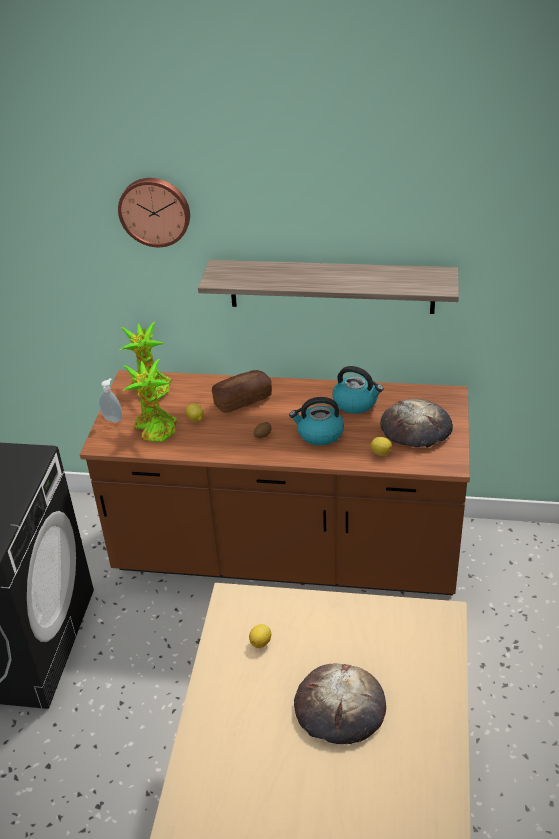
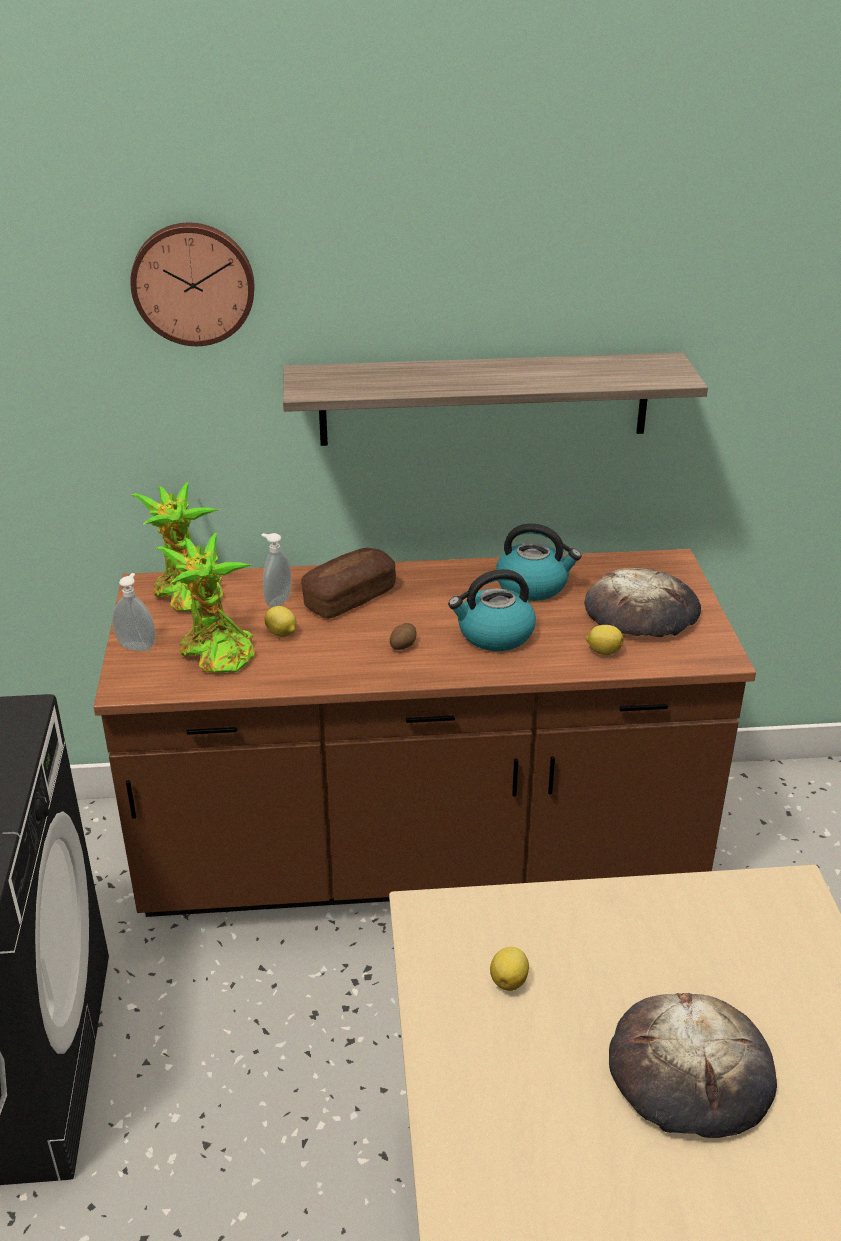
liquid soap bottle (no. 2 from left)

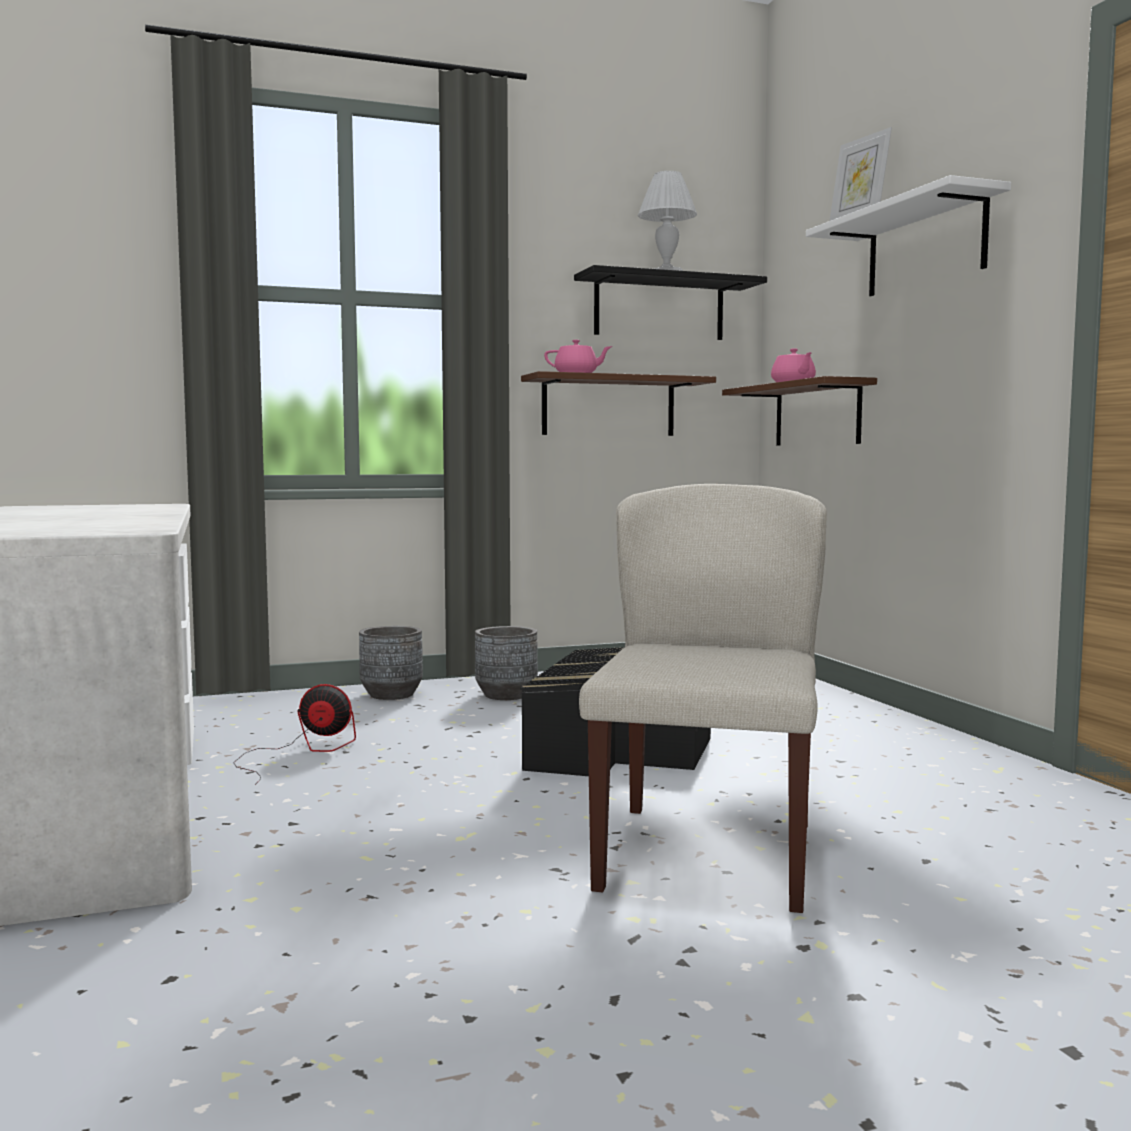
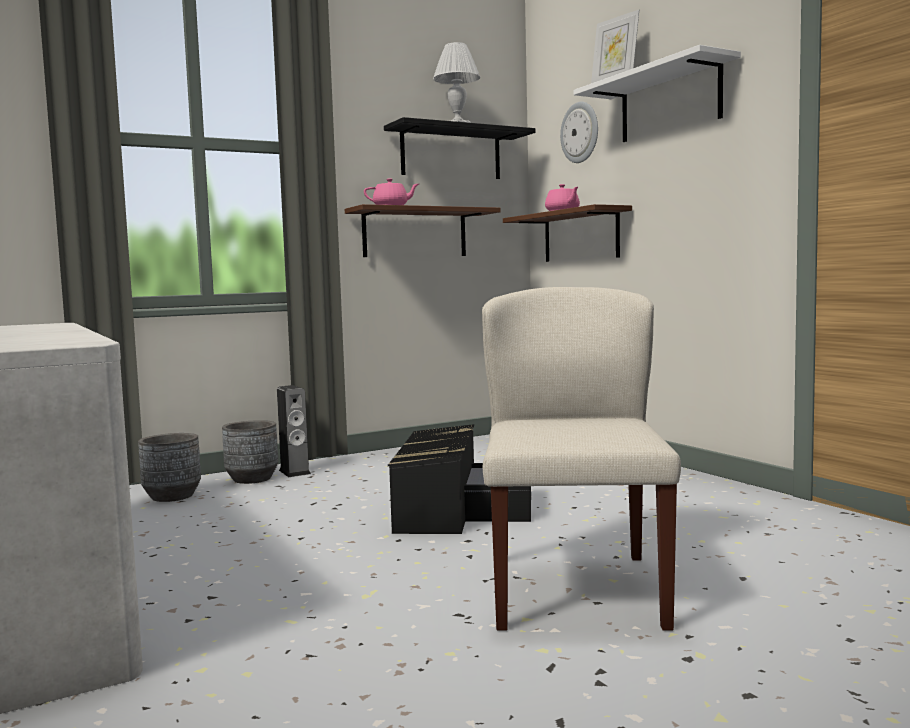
grey flower pot (no. 1 from left)
loudspeaker
clock on the wall
electric fan

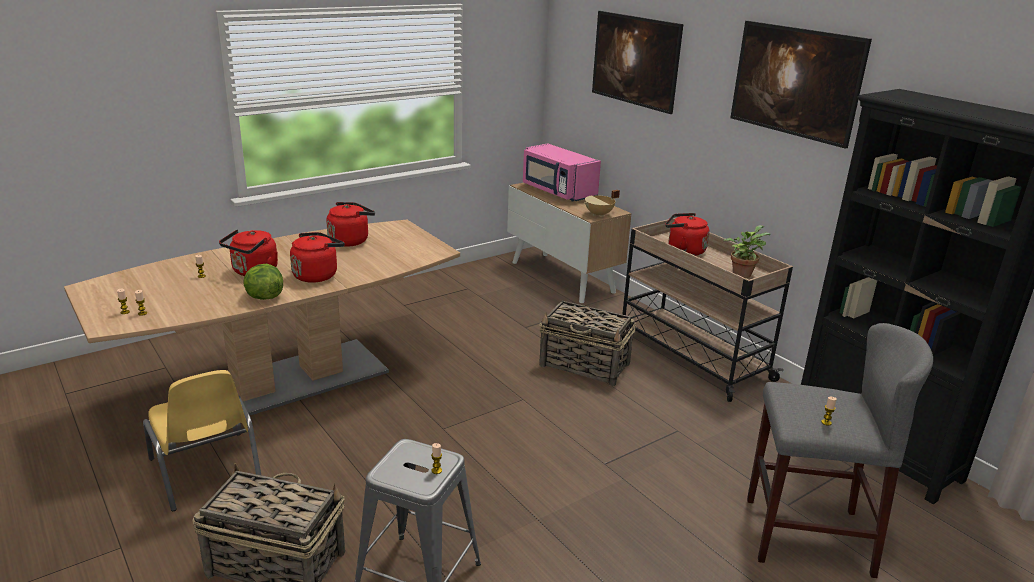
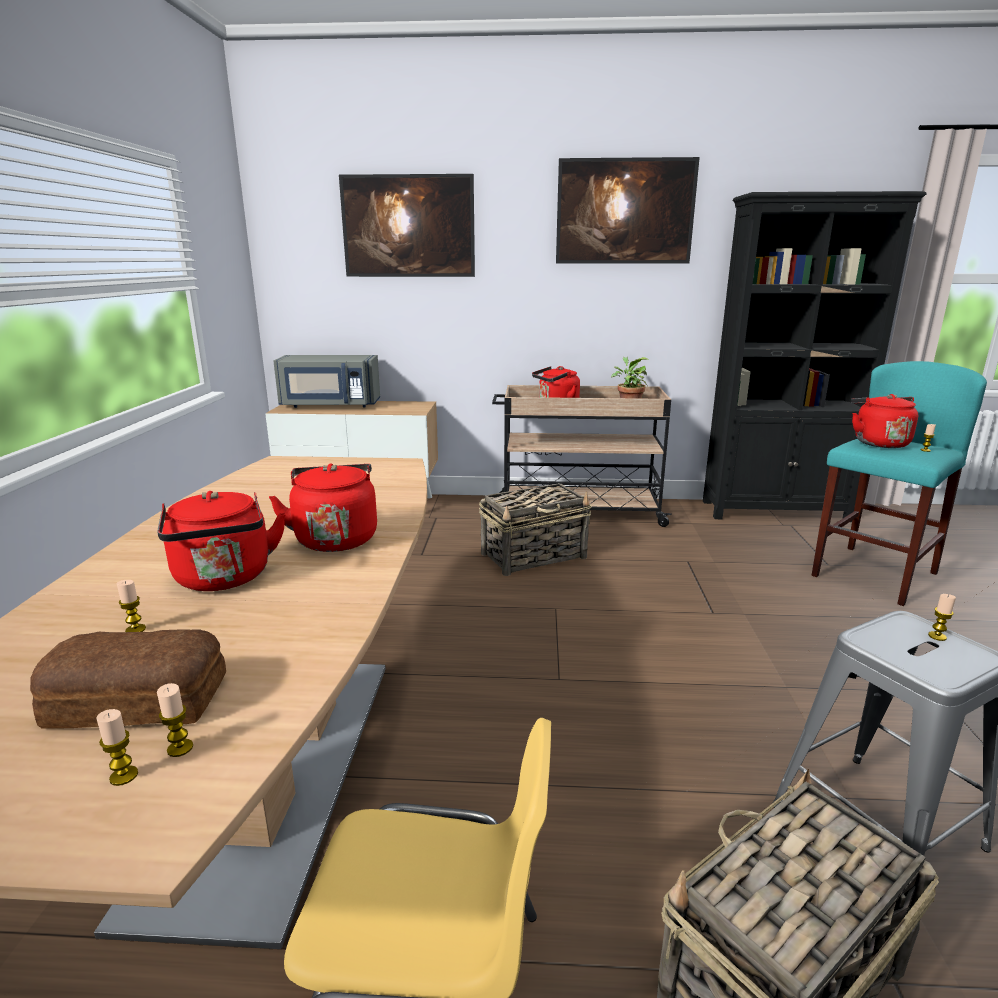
bread
grey microwave
turquoise stool seat
red-coloured kettle (no. 4 from left)
lettuce
sand-coloured stockpot

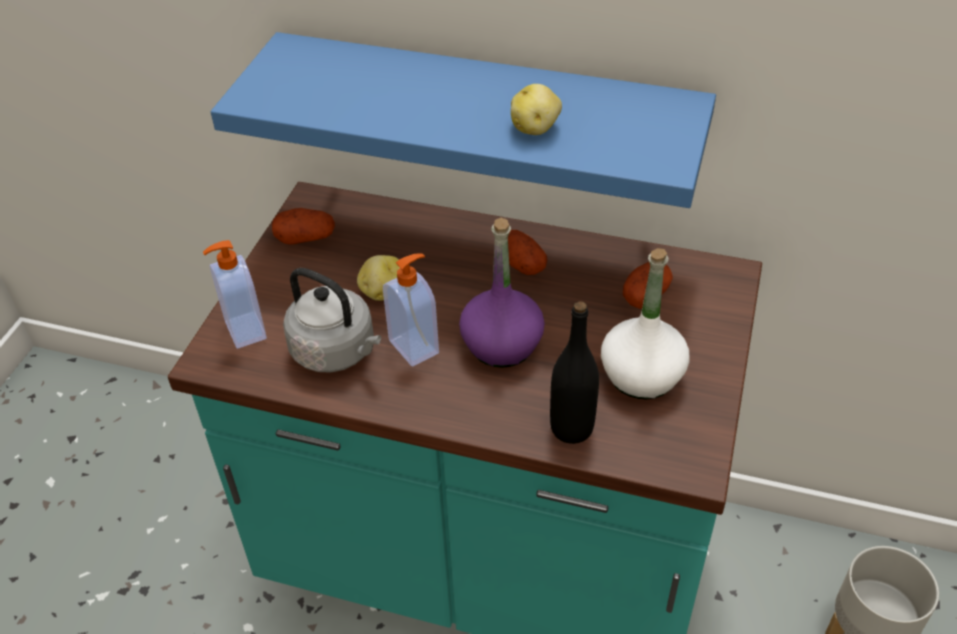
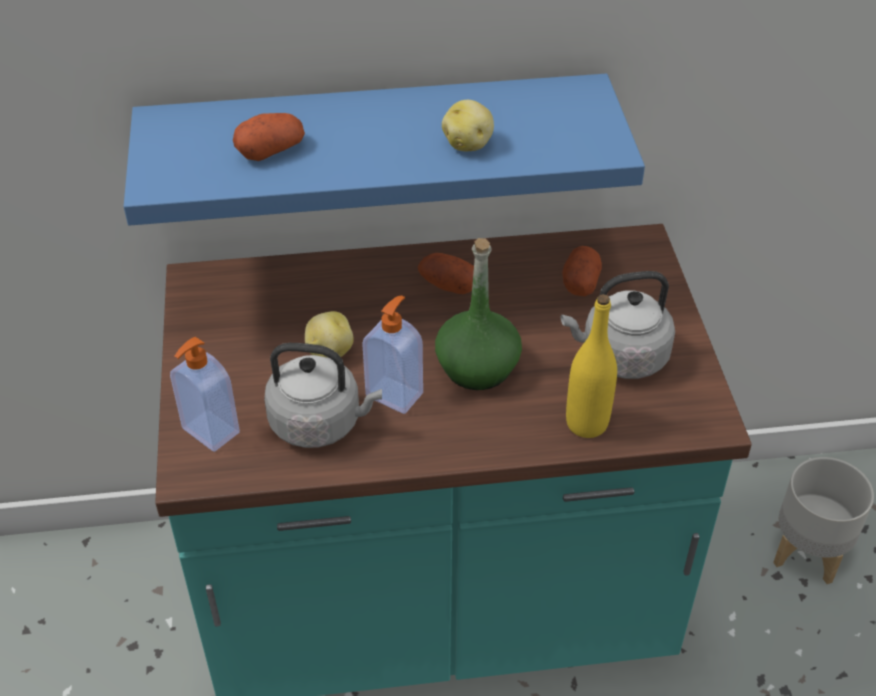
spud (no. 1 from left)
green drink bottle
grey kettle (no. 2 from left)
yellow drink bottle

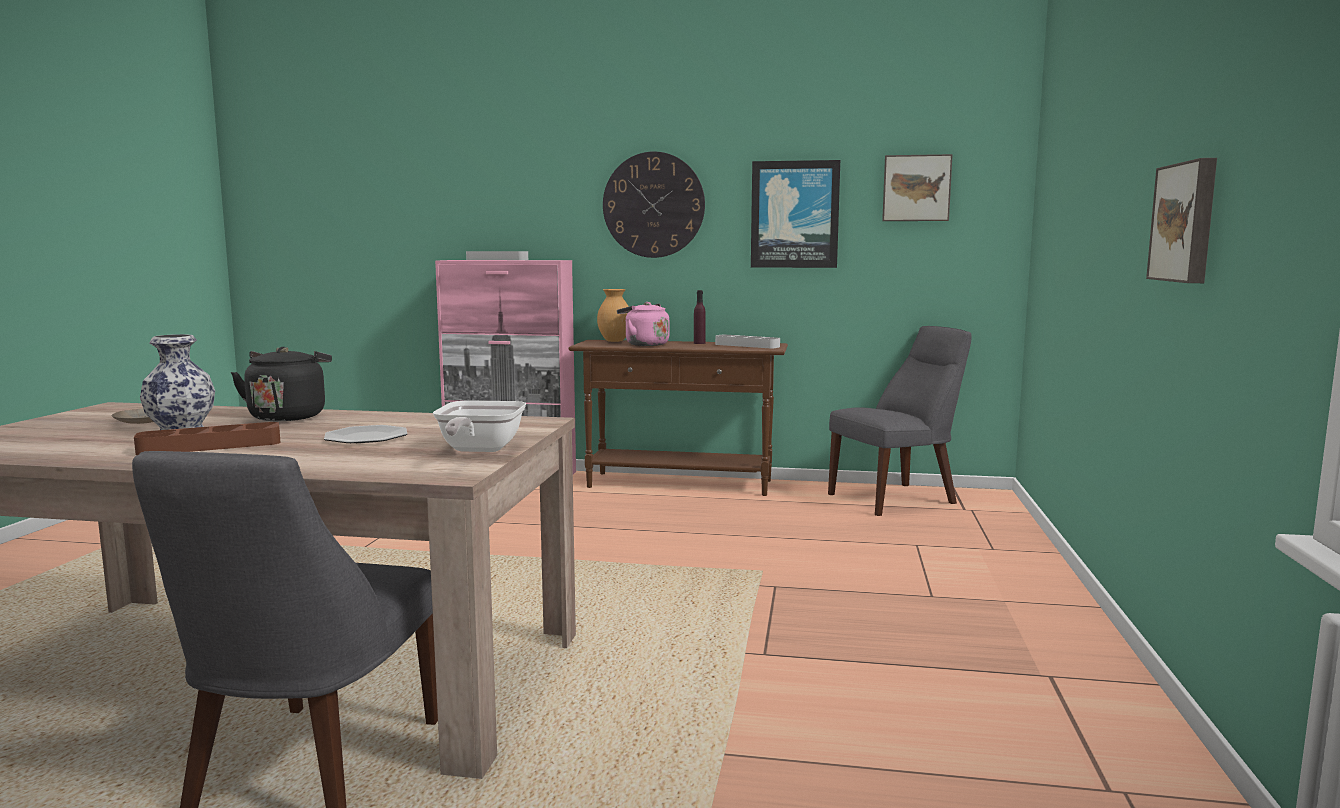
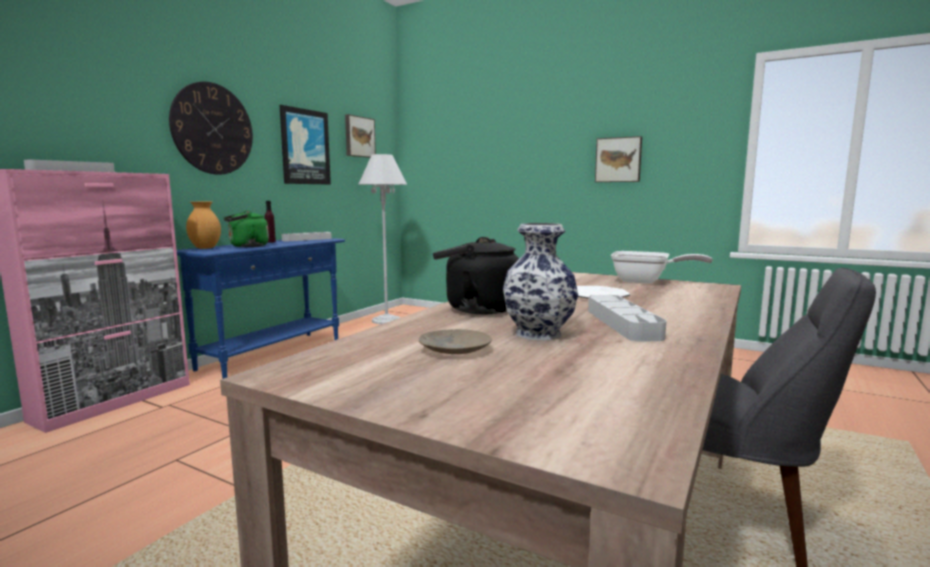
bluish narrow table
green kettle
white floor lamp
grey serving tray (no. 3 from left)

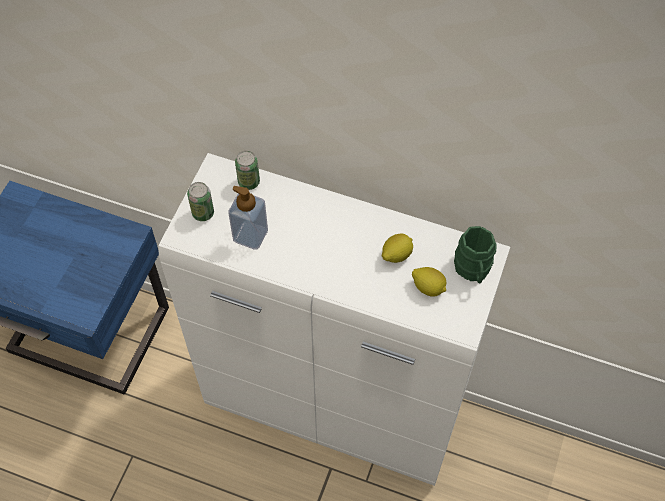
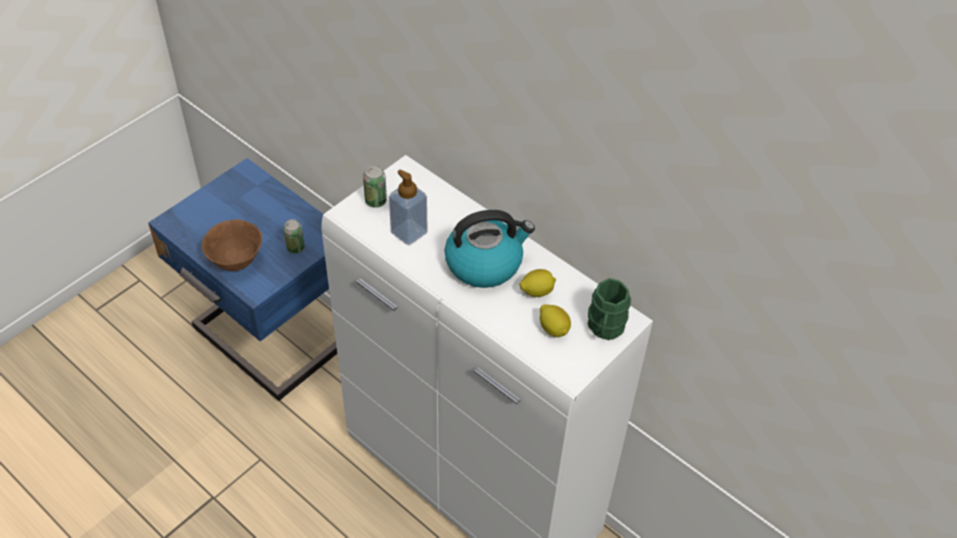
brown-coloured deep dish
sealed can (no. 1 from left)
kettle

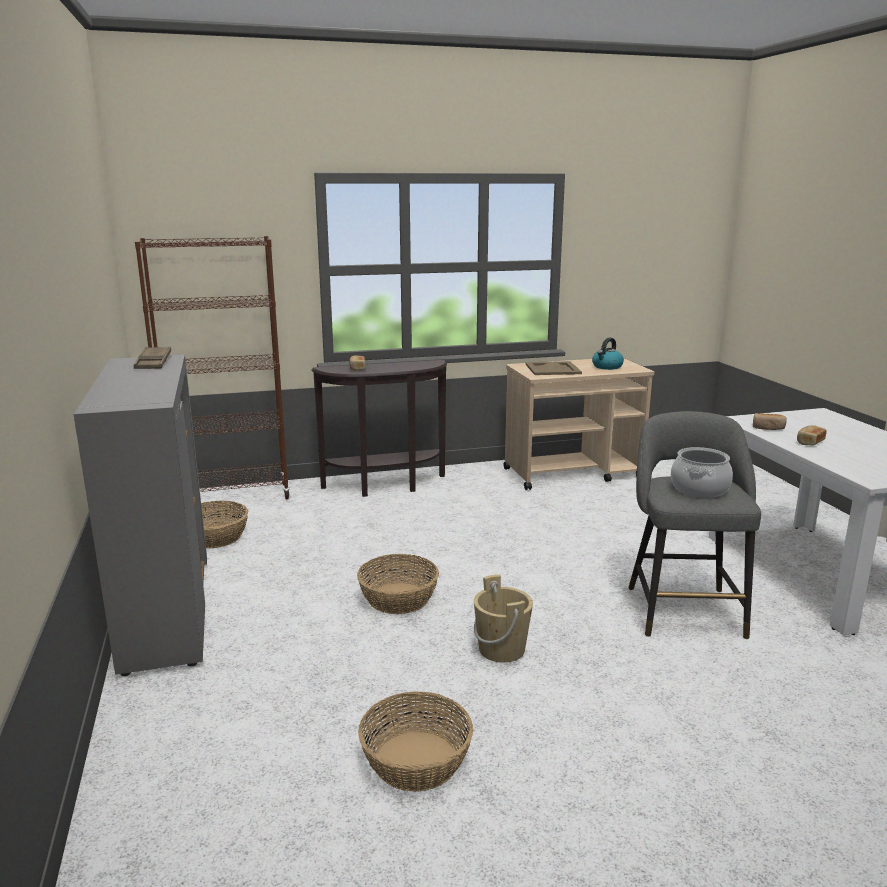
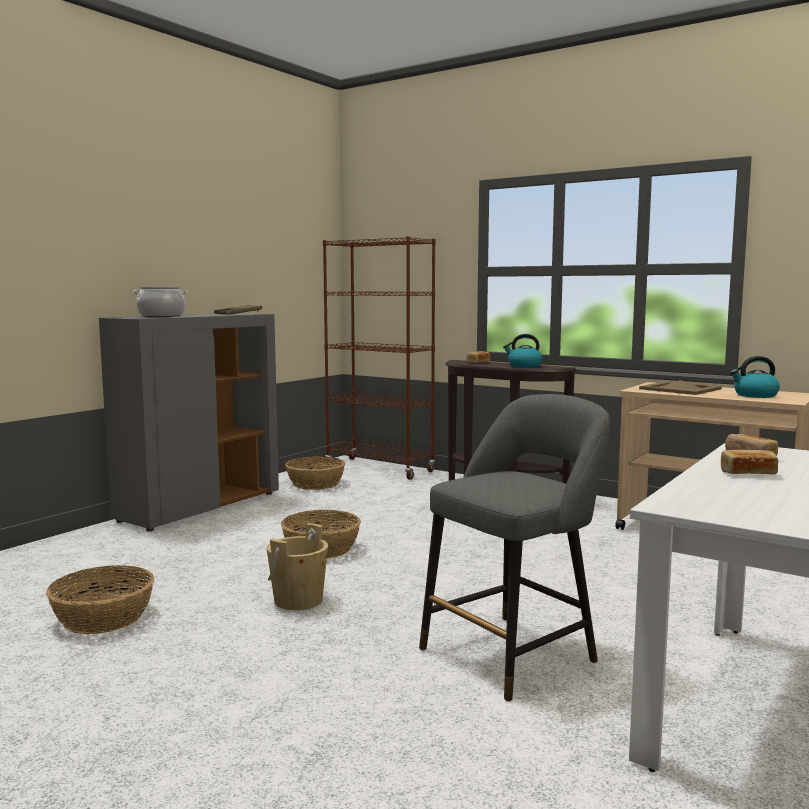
stockpot
kettle (no. 1 from left)

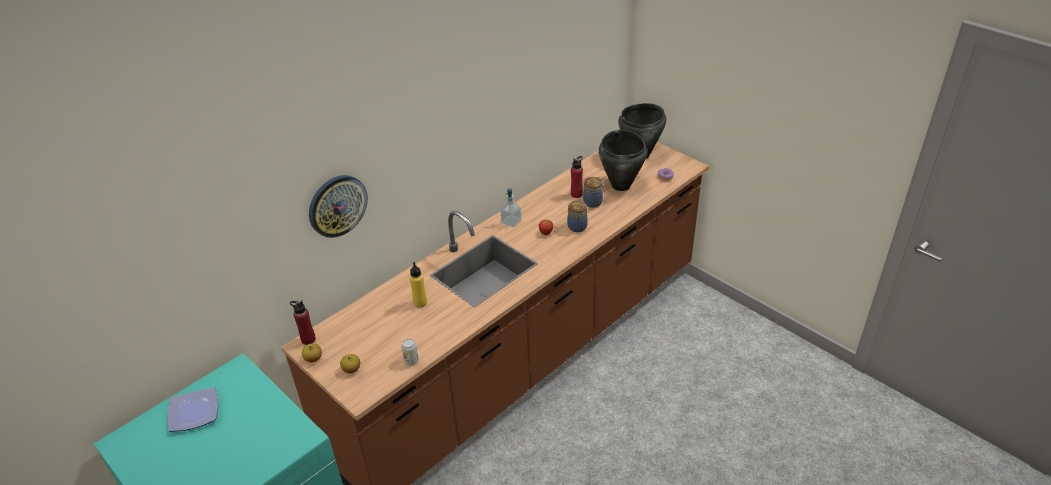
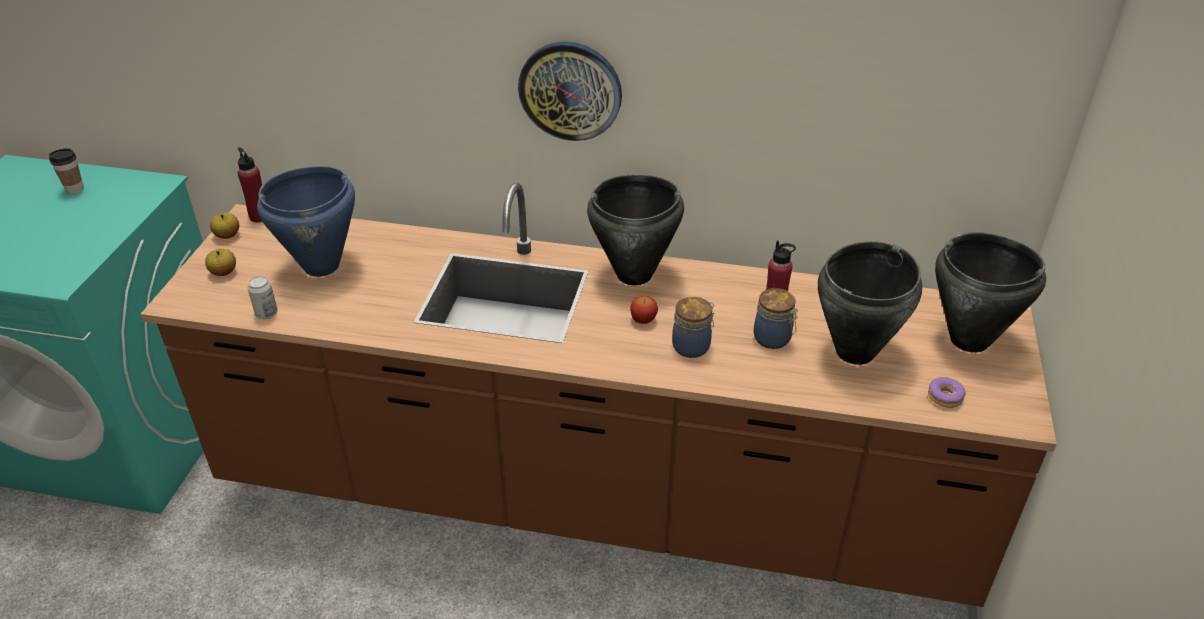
small cup
bluish stockpot
clock on the wall
blackish stockpot (no. 1 from left)
yellow drink bottle

